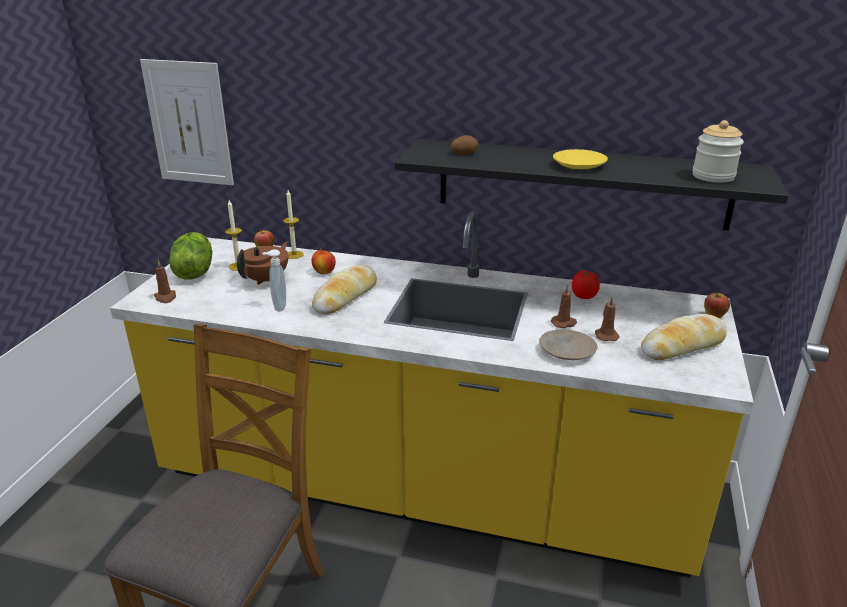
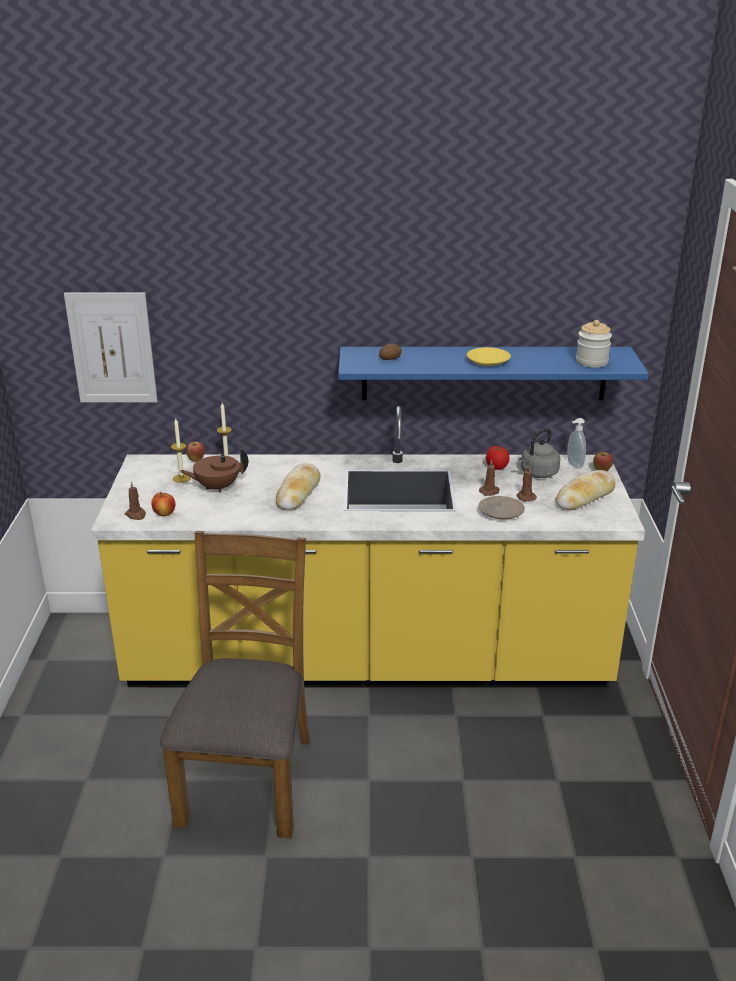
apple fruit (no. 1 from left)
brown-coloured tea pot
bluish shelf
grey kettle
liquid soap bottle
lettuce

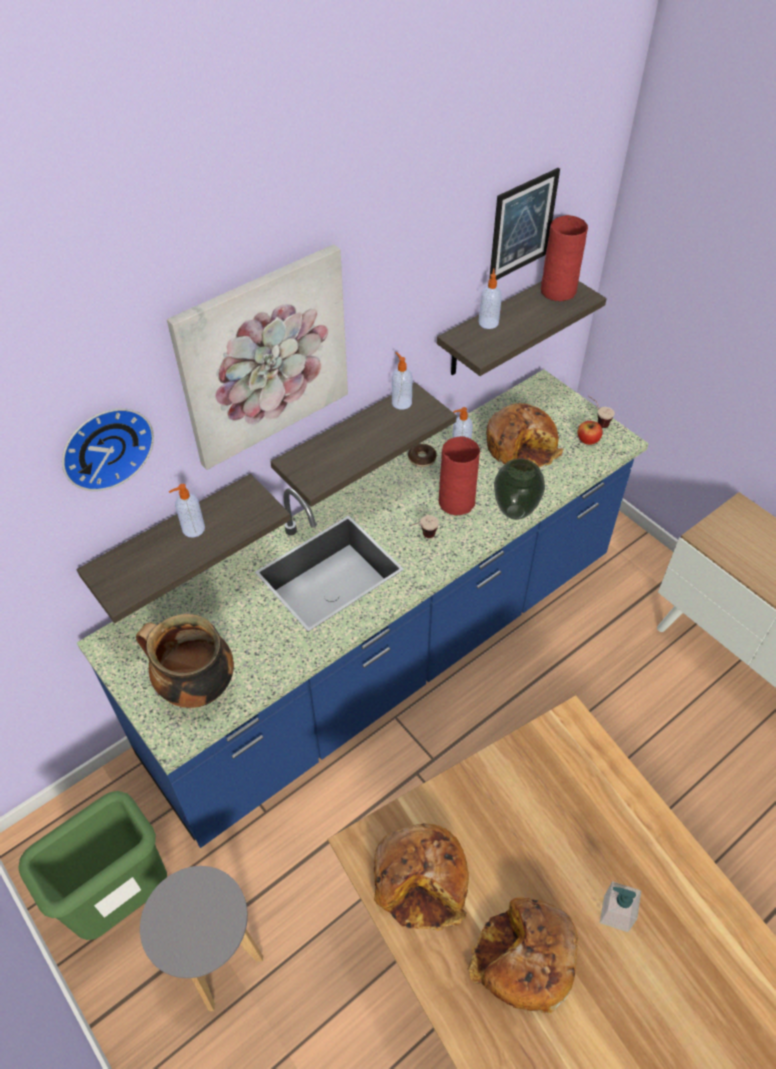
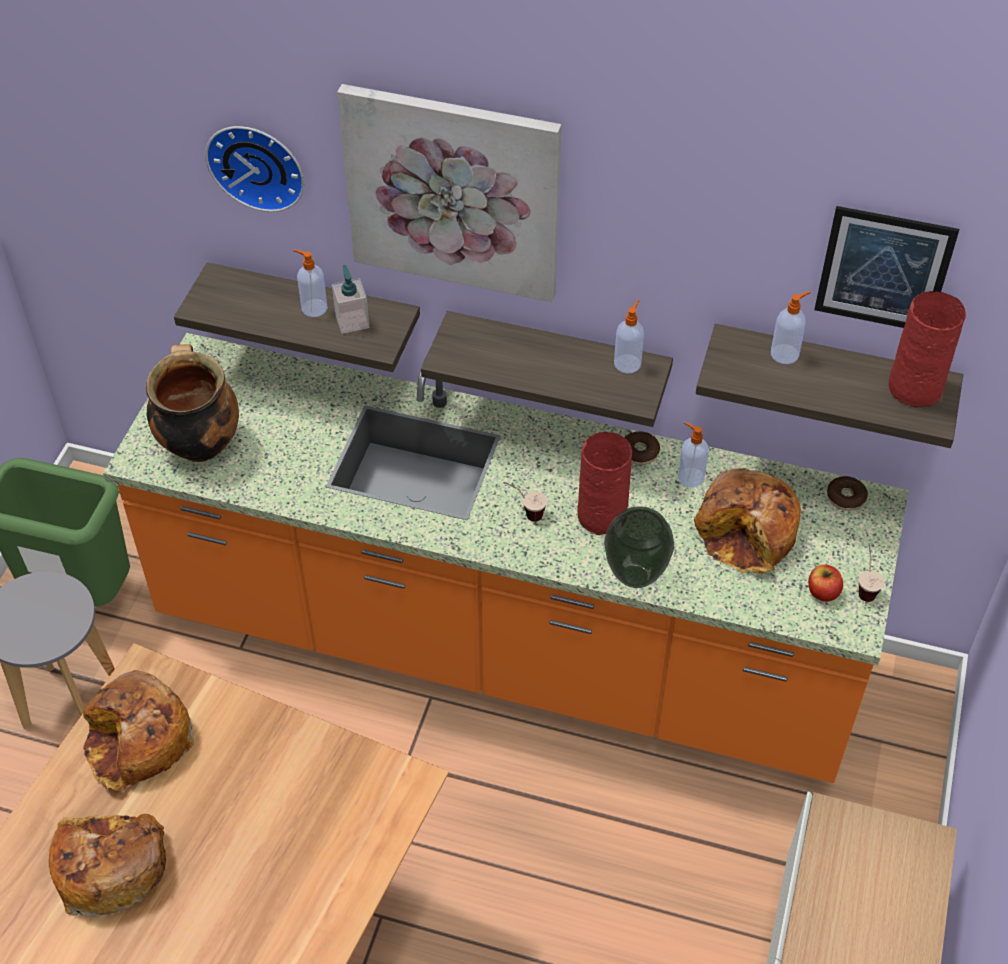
orange-coloured kitchen base unit
liquid soap bottle (no. 2 from left)
donut (no. 2 from left)

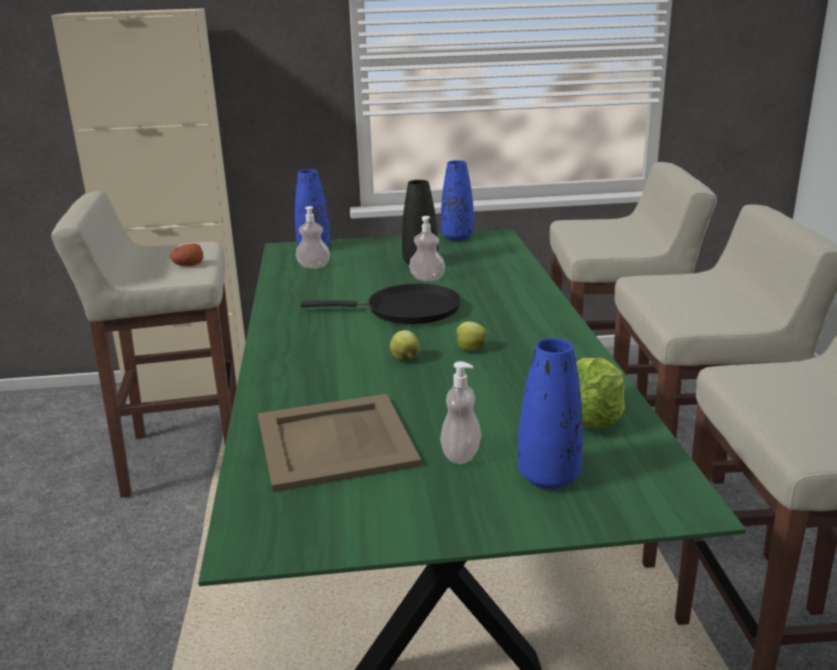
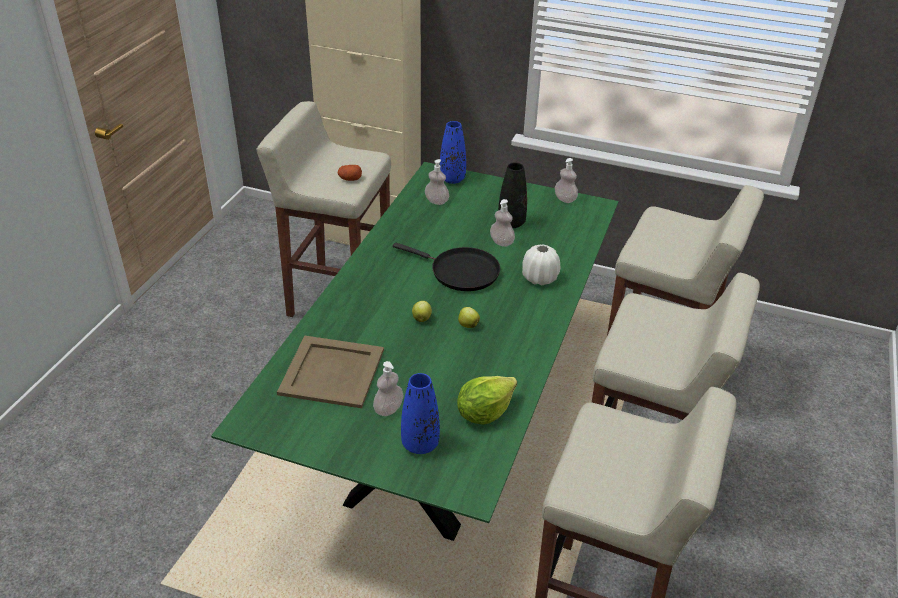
white vase
liquid soap bottle (no. 4 from left)

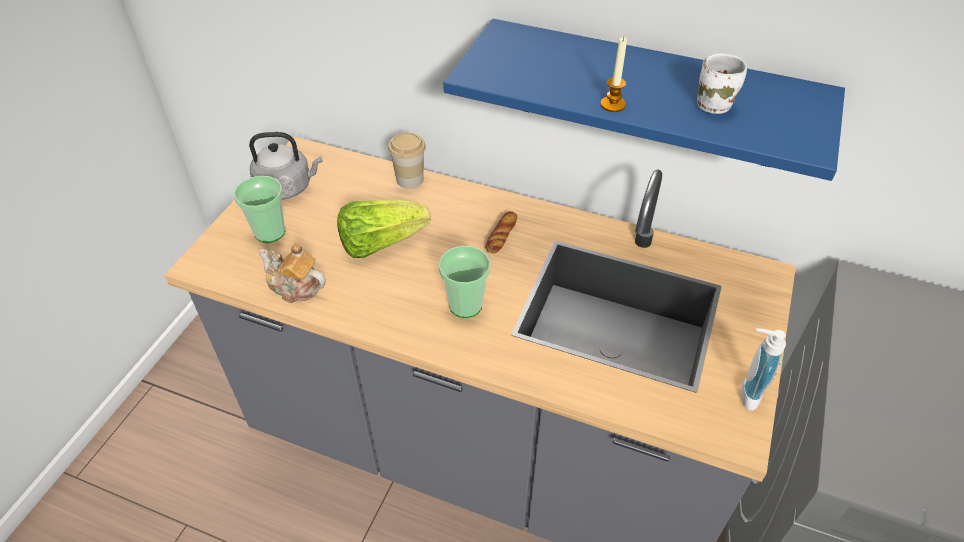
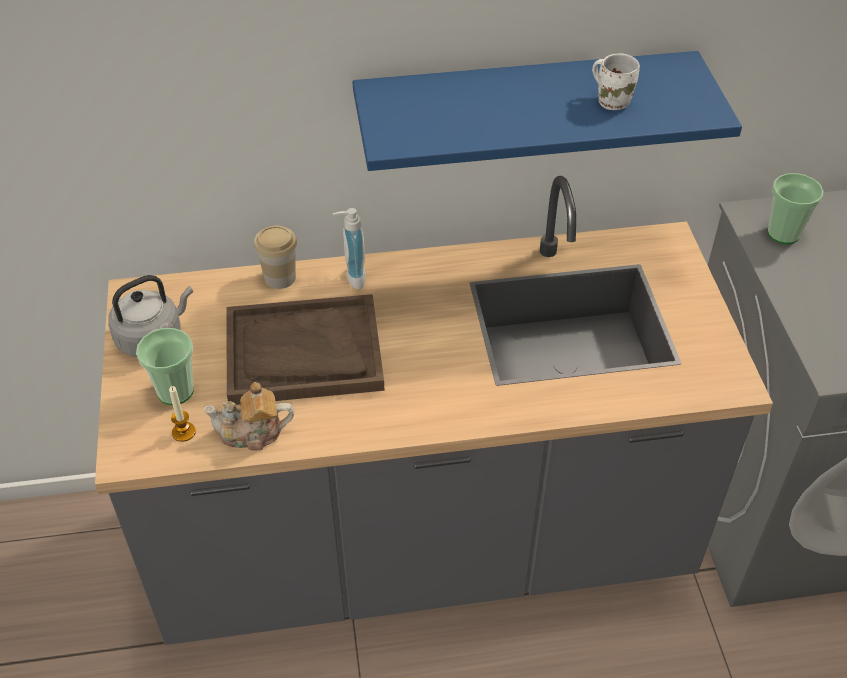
wax light
brown-coloured serving tray
liquid soap bottle
small cup (no. 3 from left)
bread

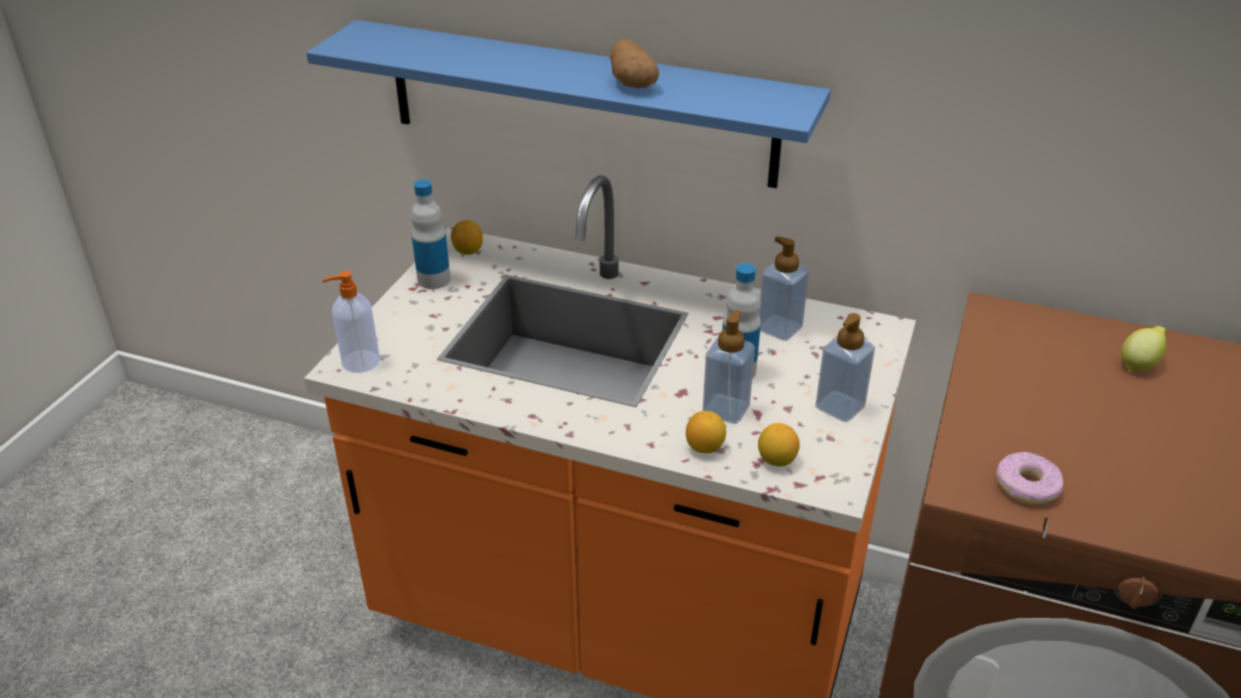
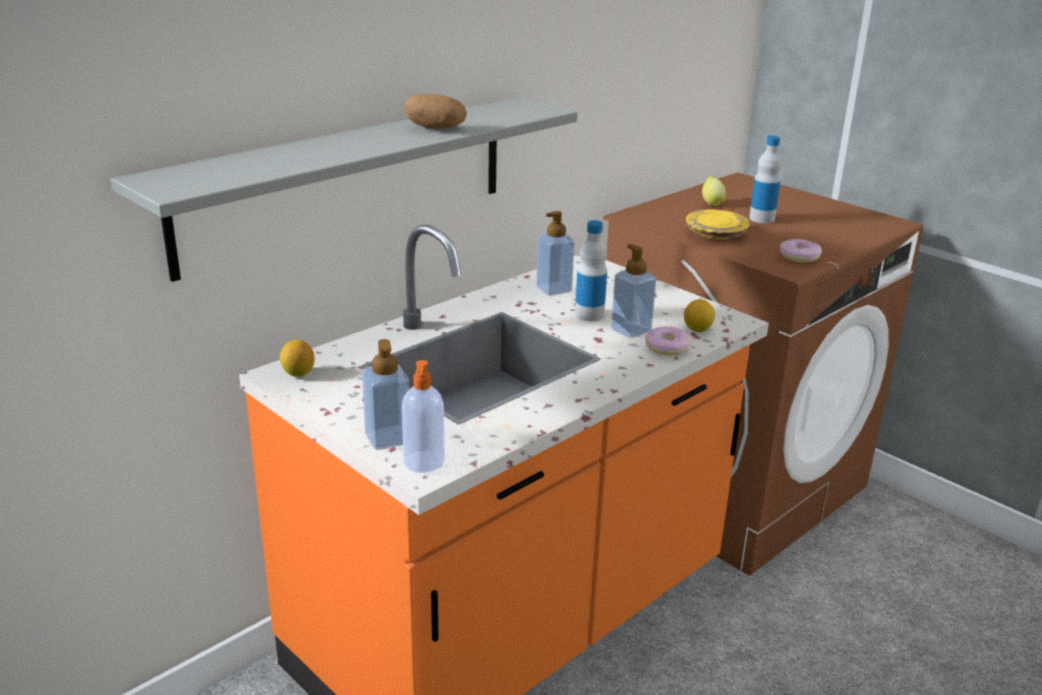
grey shelf
liquid soap bottle (no. 1 from left)
donut (no. 1 from left)
yellow dinner plate
drink bottle (no. 2 from left)

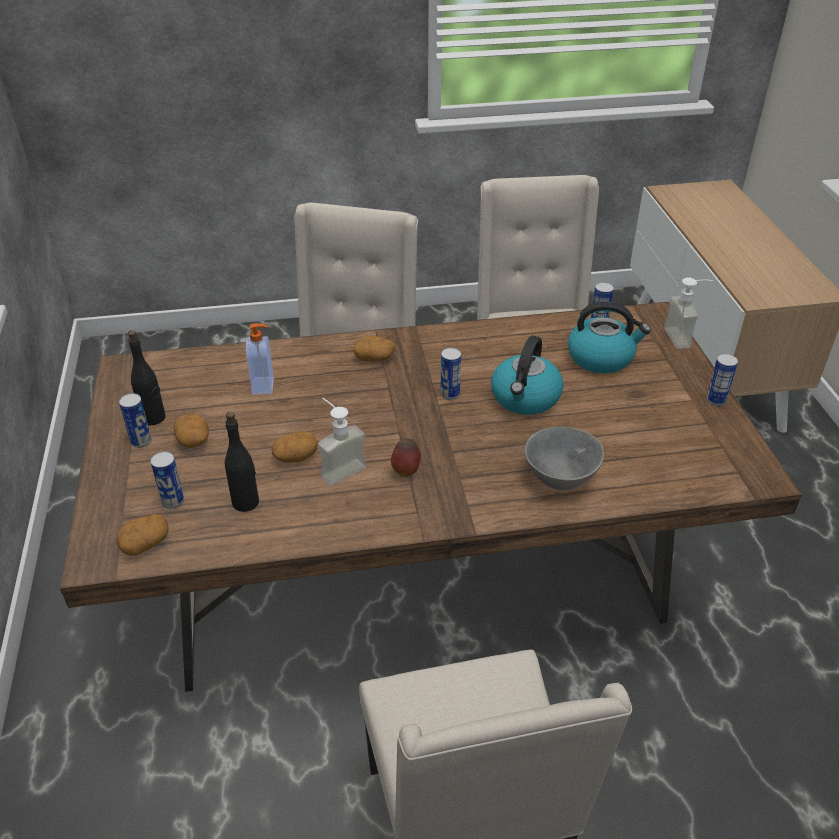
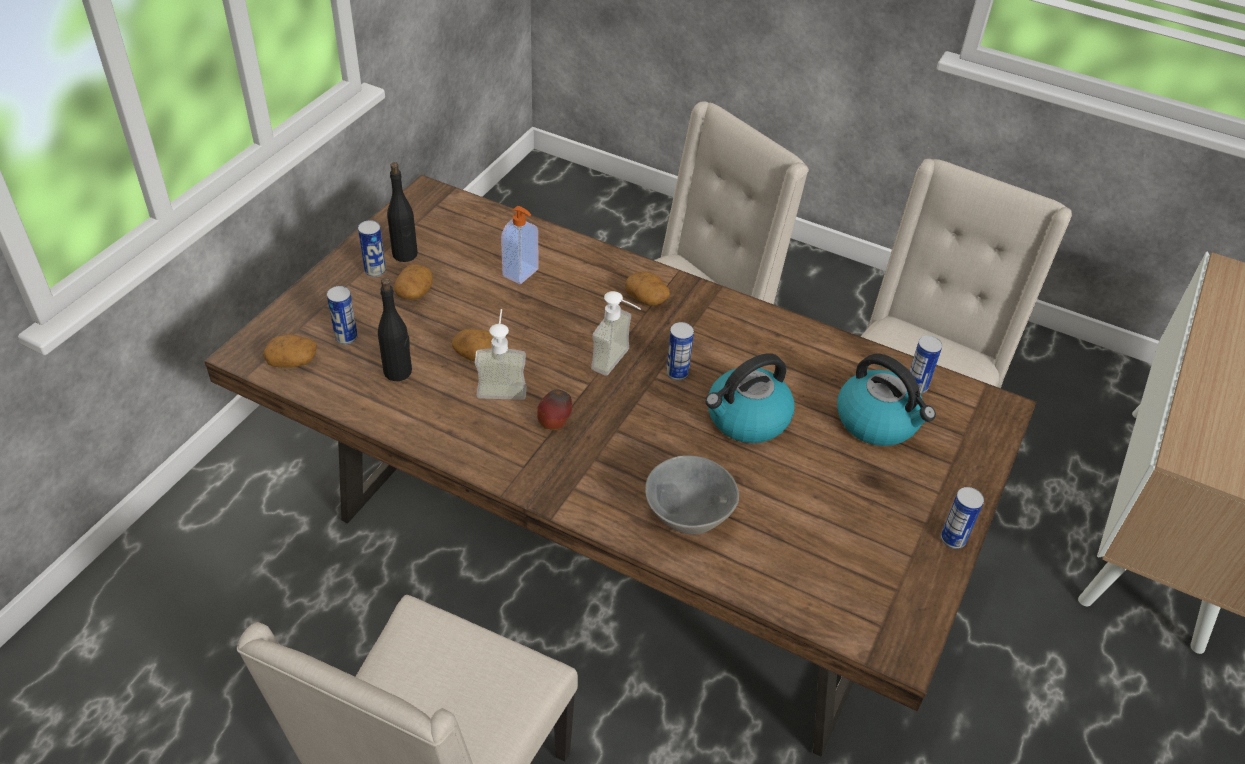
liquid soap bottle (no. 3 from left)

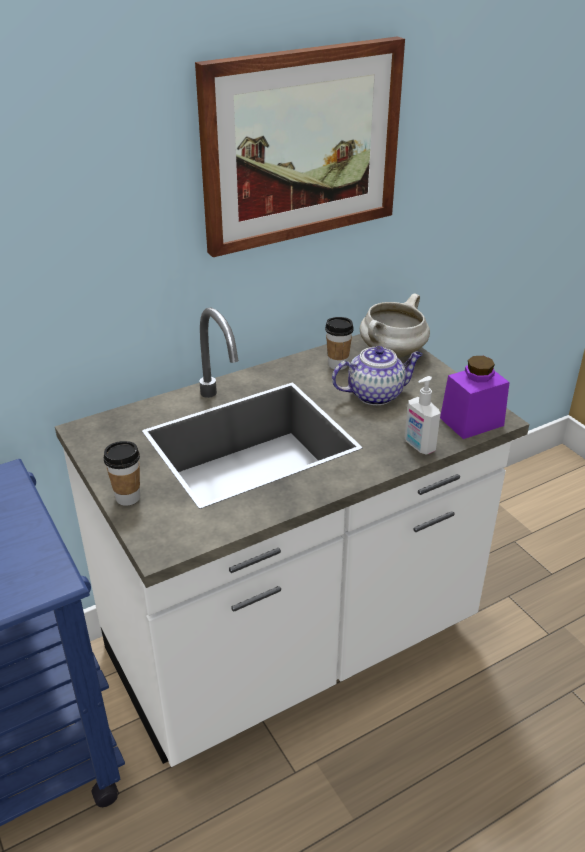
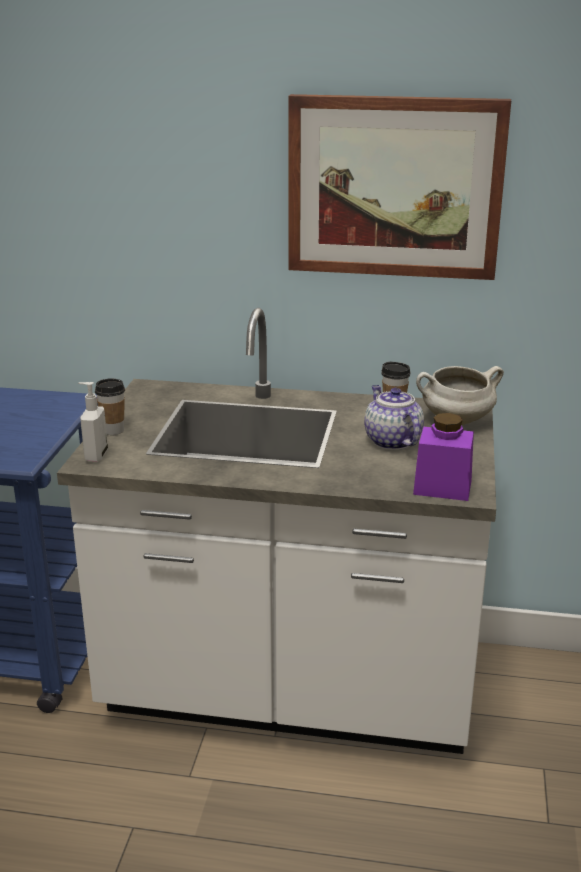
liquid soap bottle
tea pot

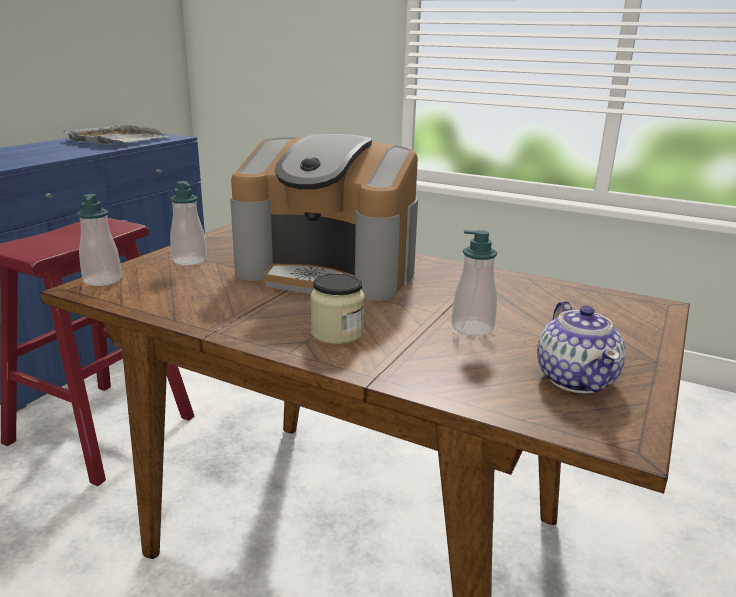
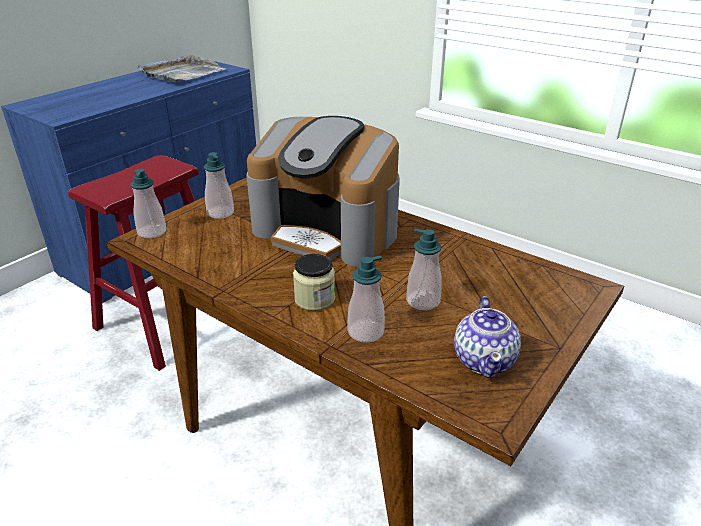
liquid soap bottle (no. 3 from left)

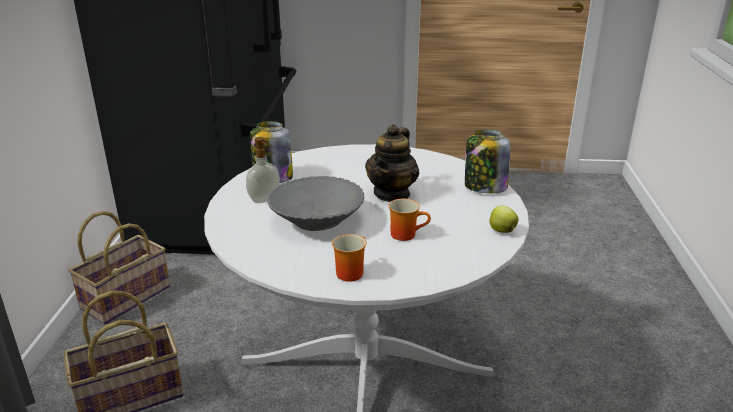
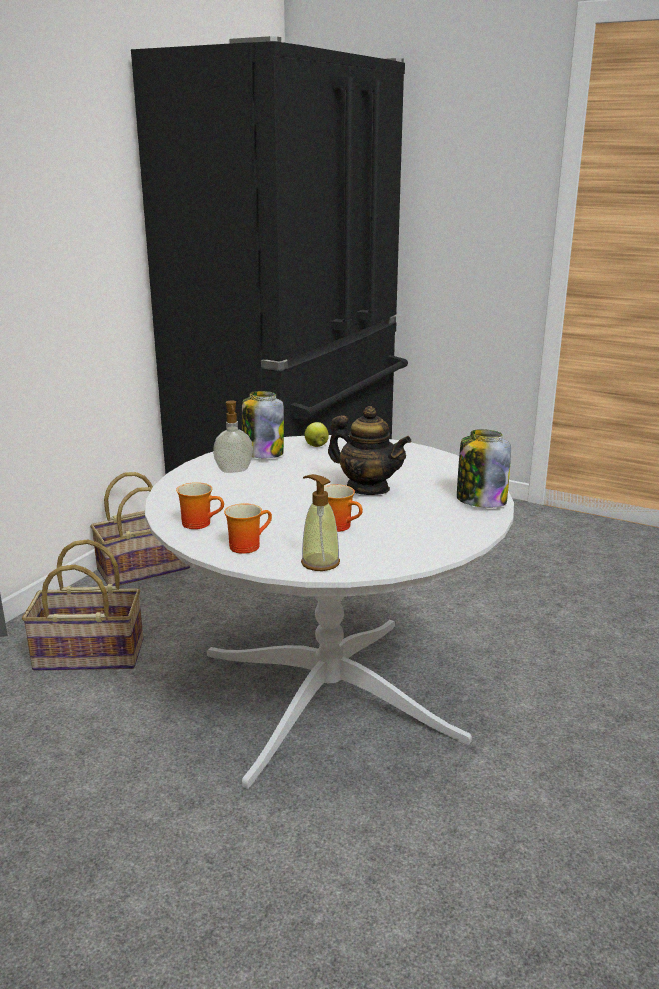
tea mug (no. 1 from left)
liquid soap bottle (no. 2 from left)
apple fruit
tea pot
grey deep dish

